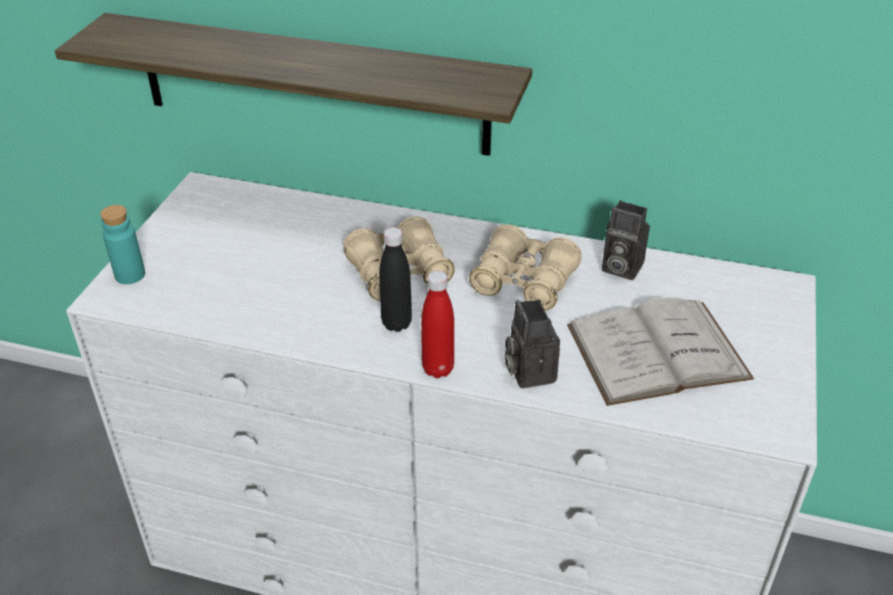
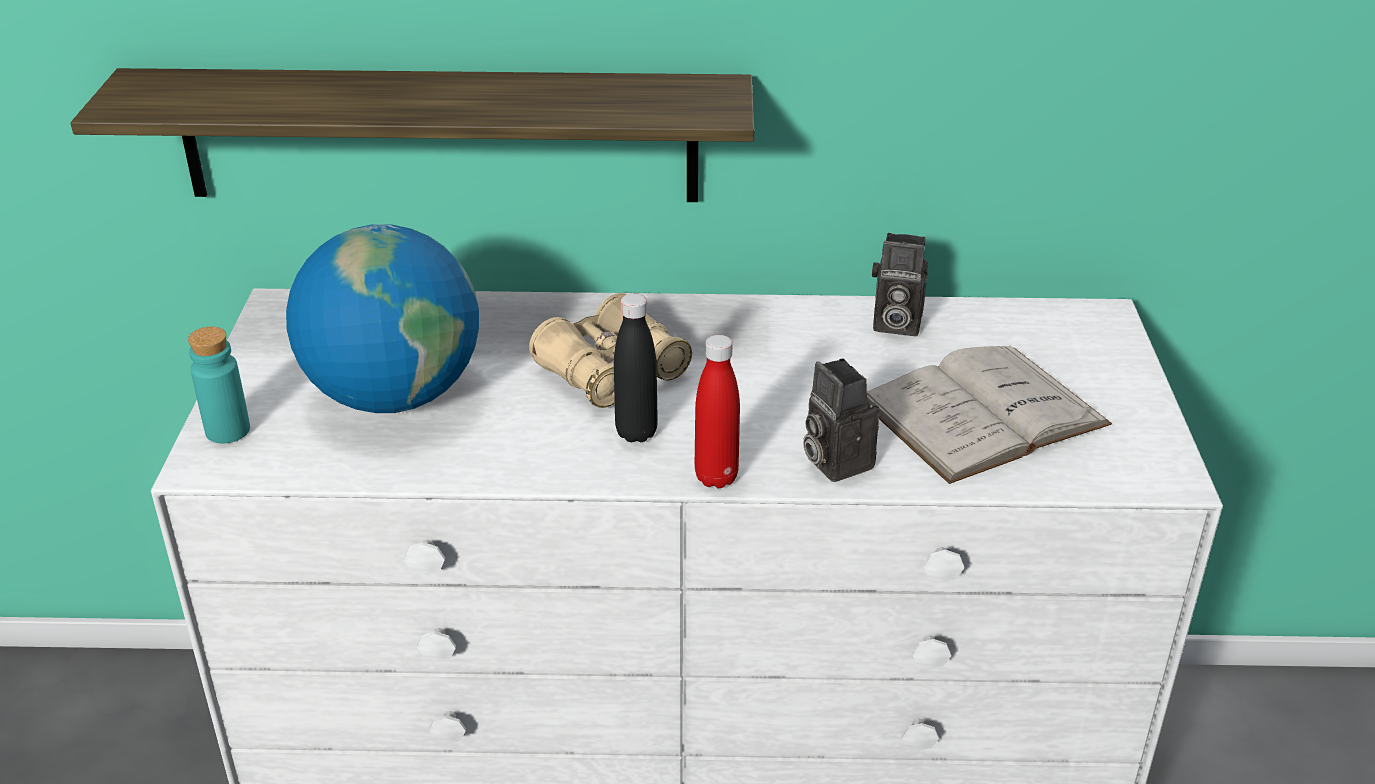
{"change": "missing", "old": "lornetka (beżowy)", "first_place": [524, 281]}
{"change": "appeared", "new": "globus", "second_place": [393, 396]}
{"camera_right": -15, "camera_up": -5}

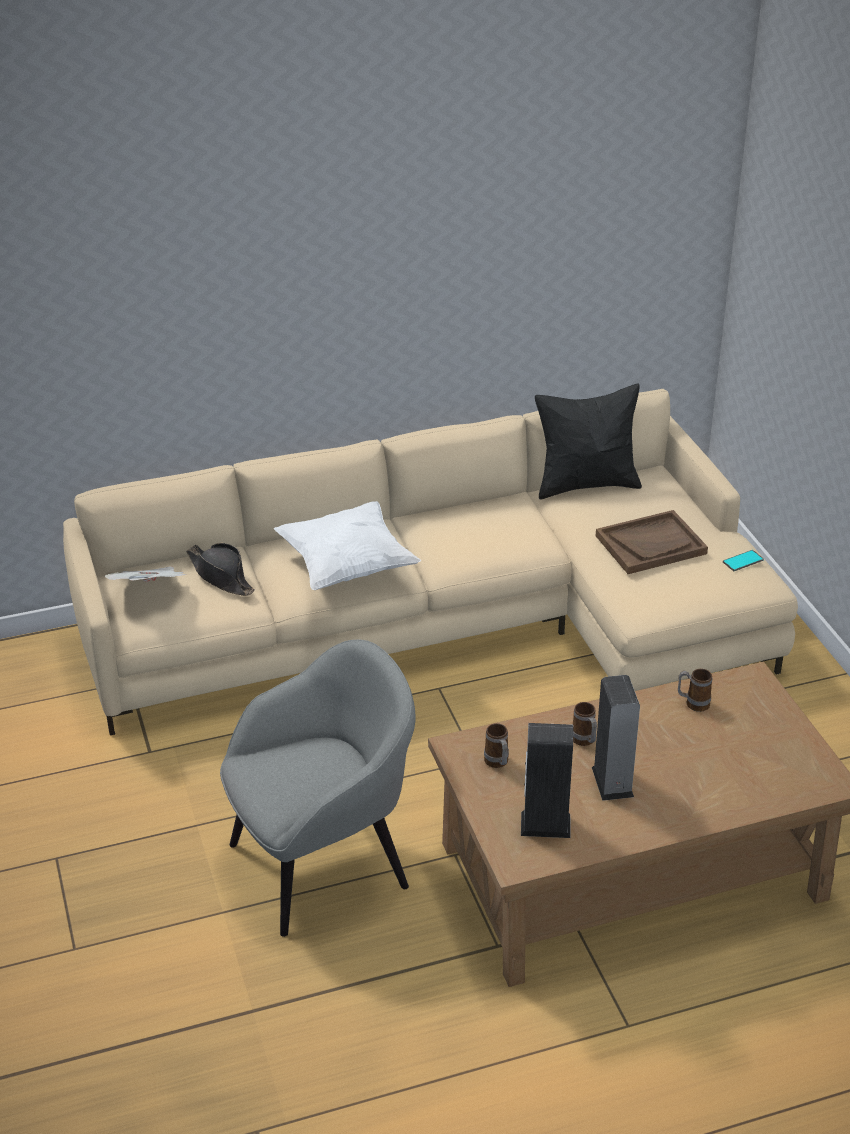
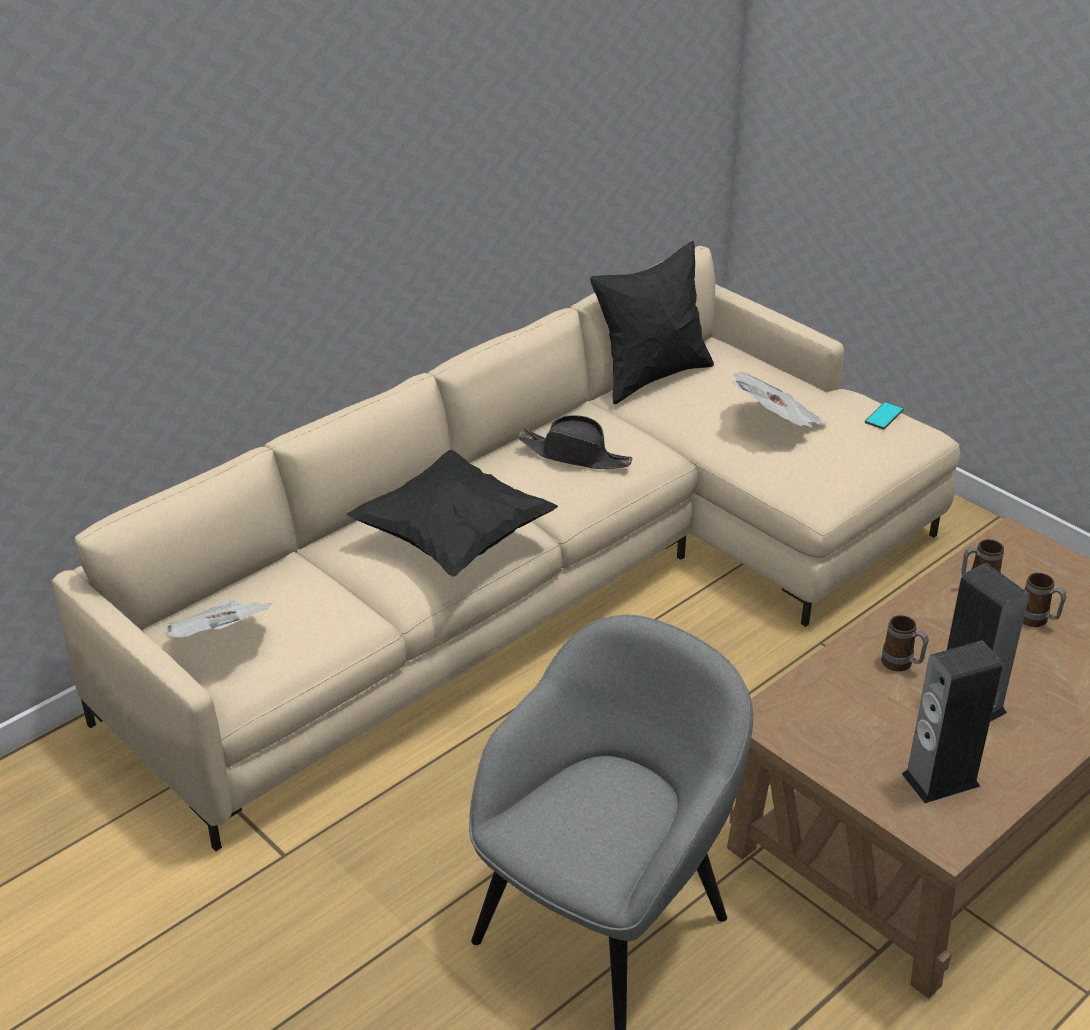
{"change": "relocated", "old": "kapelusz (czarny)", "first_place": [221, 576], "second_place": [575, 455]}
{"change": "colour", "old": "poduszka (biały)", "new": "poduszka (czarny)", "first_place": [347, 566], "second_place": [453, 539]}
{"change": "relocated", "old": "kubek", "first_place": [497, 764], "second_place": [1037, 621]}
{"change": "exchanged", "old": "taca (brązowy)", "new": "gazeta", "first_place": [651, 544], "second_place": [777, 423]}
{"camera_right": -25, "camera_up": 0}

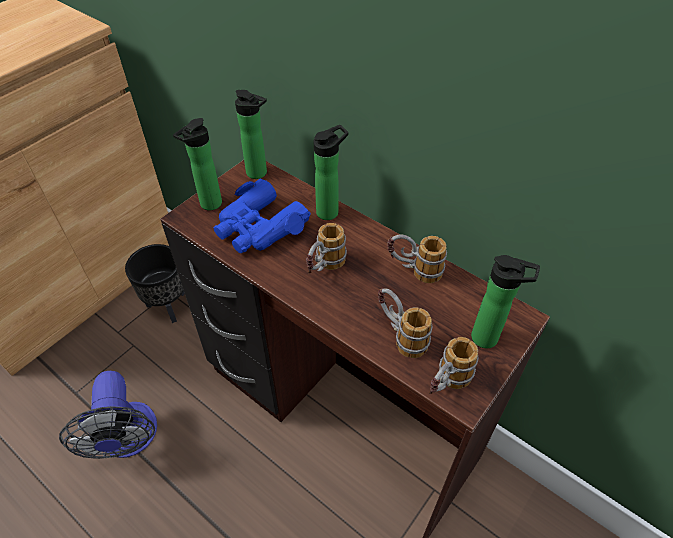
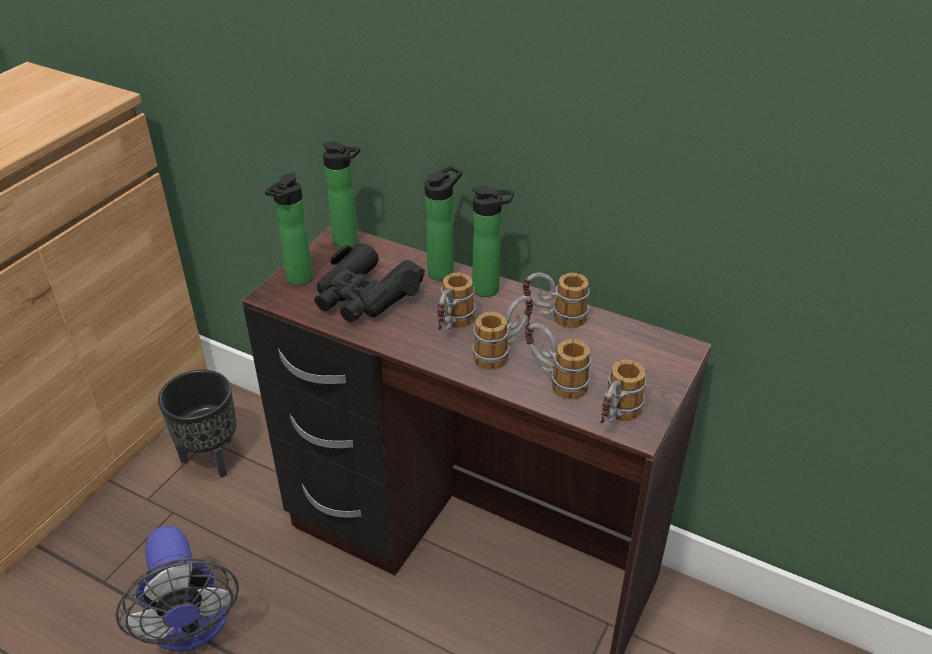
{"change": "colour", "old": "lornetka (niebieski)", "new": "lornetka (czarny)", "first_place": [259, 227], "second_place": [365, 296]}
{"change": "relocated", "old": "butelka", "first_place": [489, 339], "second_place": [490, 290]}
{"change": "appeared", "new": "kubek", "second_place": [503, 352]}
{"camera_right": -10, "camera_up": -10}

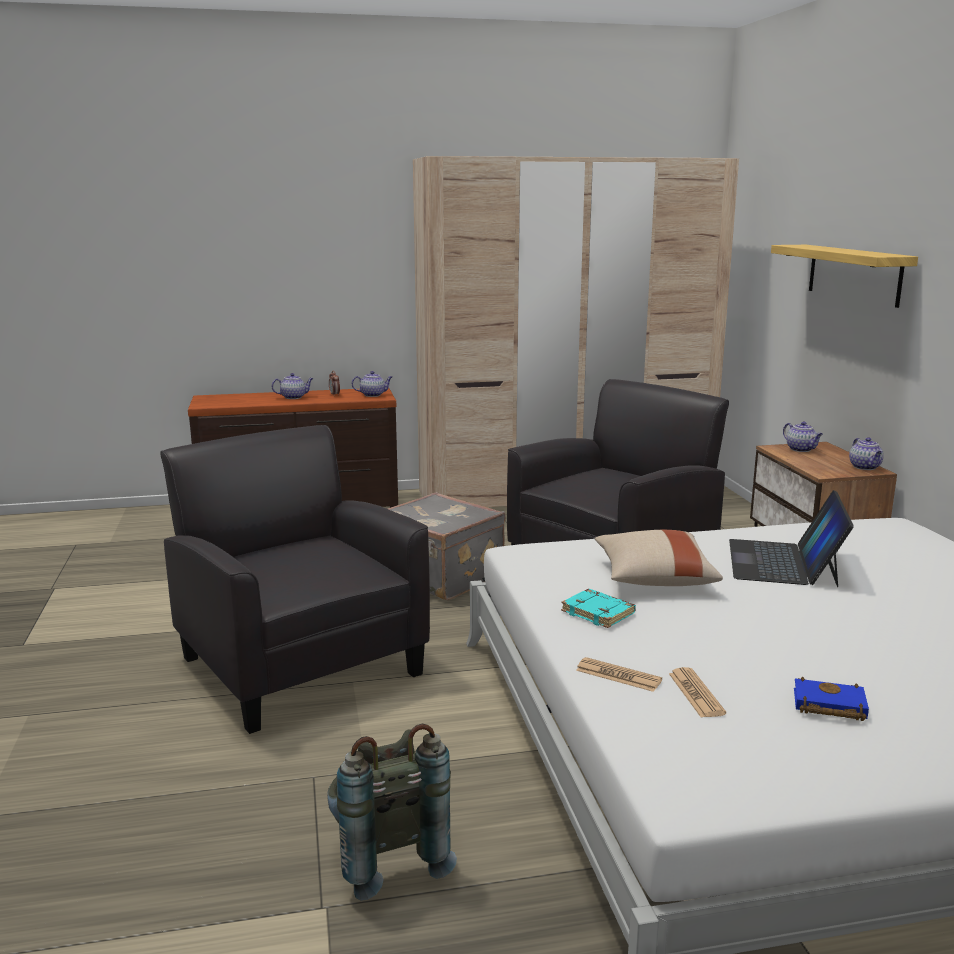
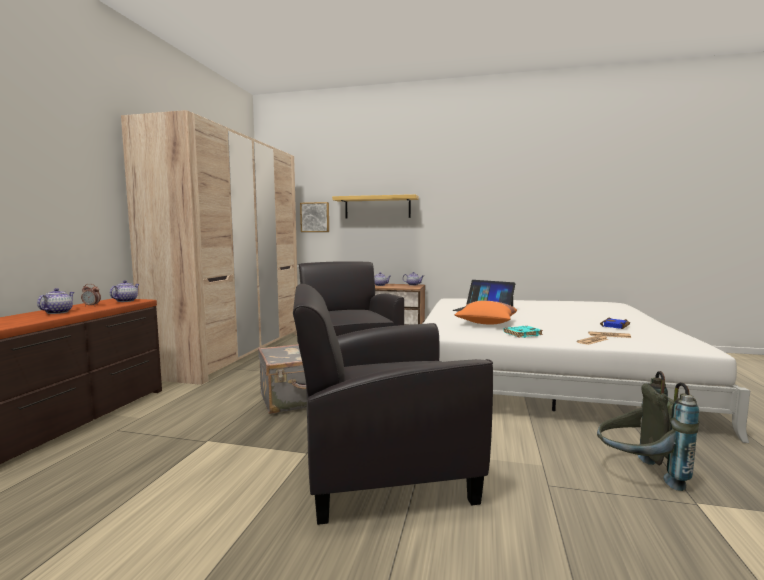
{"change": "colour", "old": "poduszka (beżowy)", "new": "poduszka (pomarańczowy)", "first_place": [654, 578], "second_place": [486, 323]}
{"change": "appeared", "new": "obraz", "second_place": [315, 217]}
{"camera_right": -65, "camera_up": -10}

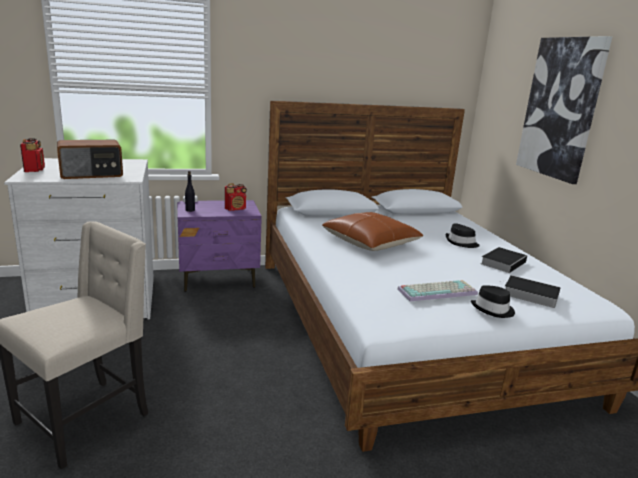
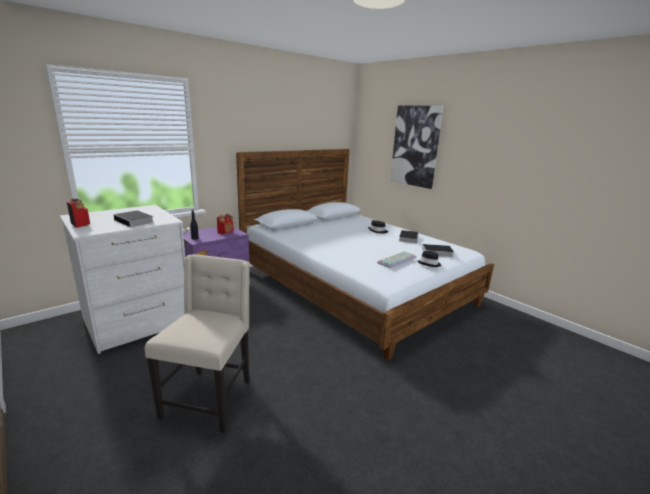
{"change": "exchanged", "old": "radio", "new": "książka", "first_place": [92, 174], "second_place": [135, 221]}
{"change": "missing", "old": "poduszka (brązowy)", "first_place": [370, 242]}
{"camera_right": -25, "camera_up": 0}

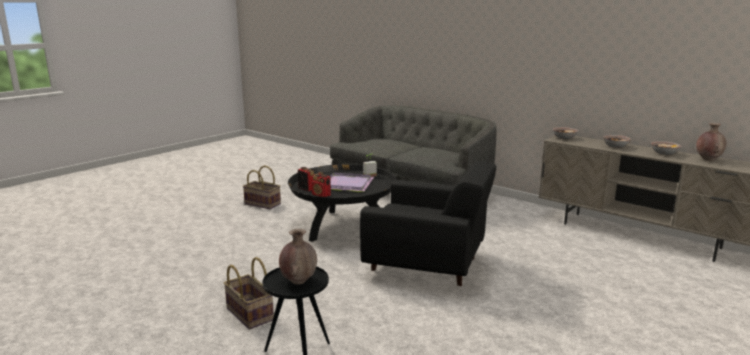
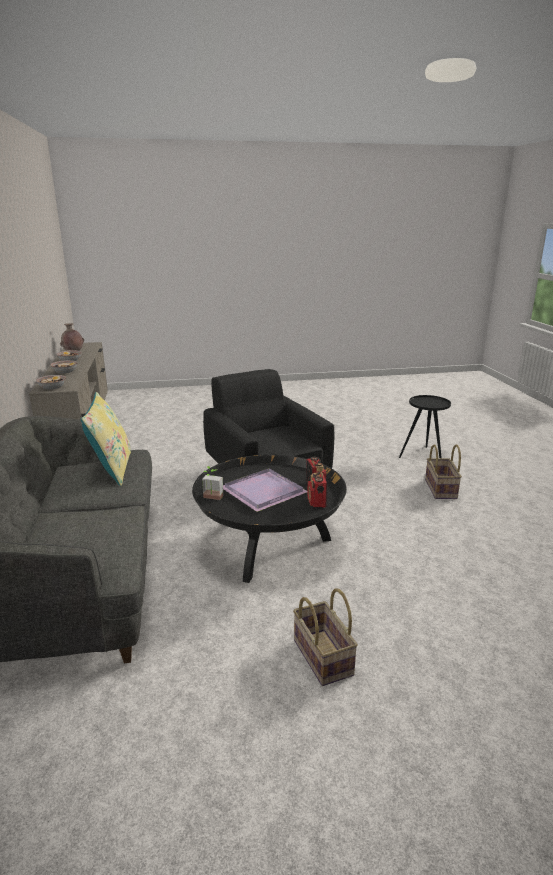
{"change": "missing", "old": "wazon (brązowy)", "first_place": [298, 281]}
{"change": "appeared", "new": "poduszka (żółty)", "second_place": [112, 469]}
{"camera_right": -140, "camera_up": 5}

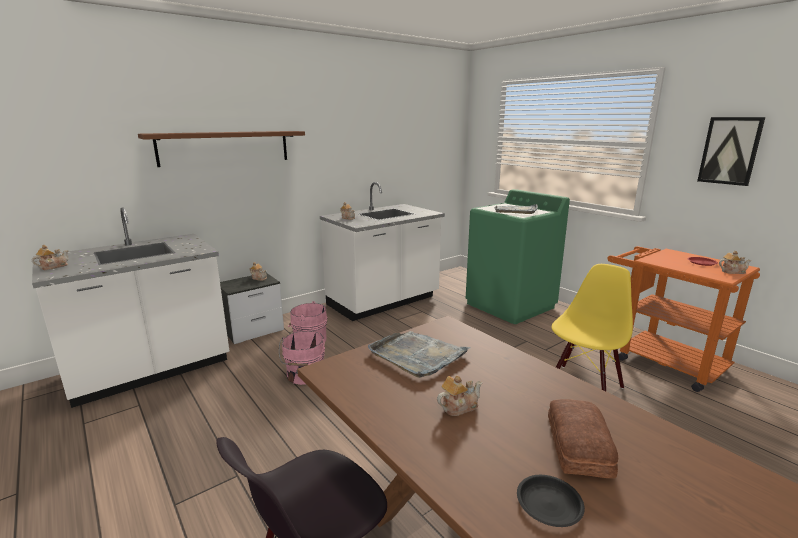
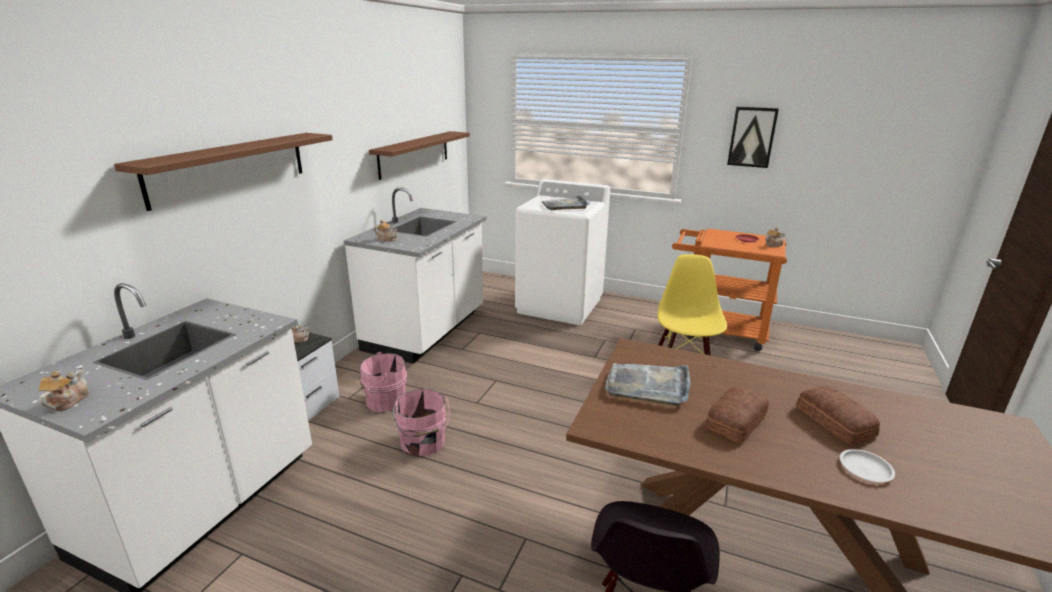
{"change": "exchanged", "old": "imbryk", "new": "chleb", "first_place": [458, 407], "second_place": [734, 421]}
{"change": "colour", "old": "pralka (zielony)", "new": "pralka (biały)", "first_place": [510, 305], "second_place": [560, 305]}
{"change": "colour", "old": "talerz (czarny)", "new": "talerz (biały)", "first_place": [549, 504], "second_place": [866, 468]}
{"change": "appeared", "new": "półka (brązowy)", "second_place": [414, 154]}
{"camera_right": -30, "camera_up": 5}

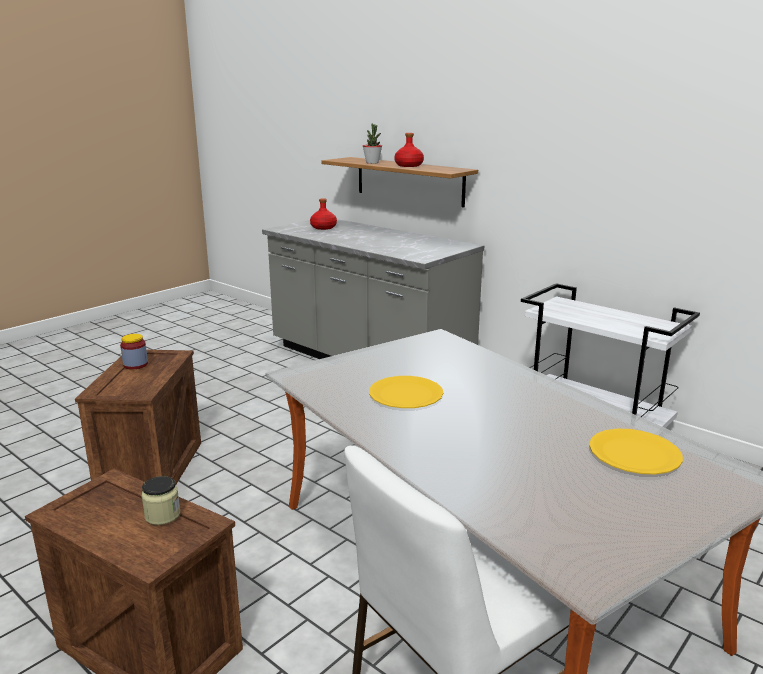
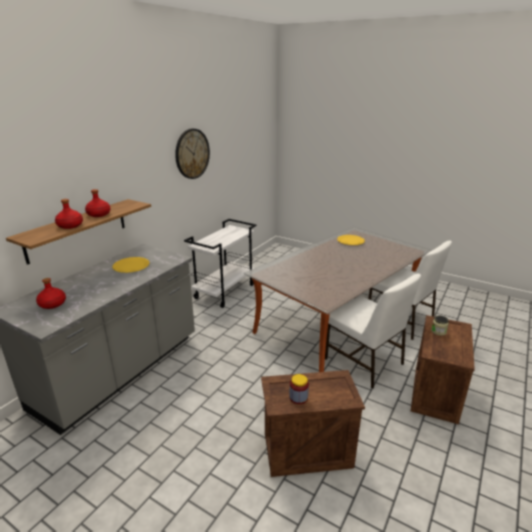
{"change": "exchanged", "old": "roślina doniczkowa", "new": "butelka (czerwony)", "first_place": [372, 163], "second_place": [70, 226]}
{"change": "relocated", "old": "talerz (żółty)", "first_place": [405, 394], "second_place": [131, 266]}
{"change": "appeared", "new": "zegar ścienny", "second_place": [192, 154]}
{"change": "appeared", "new": "krzesło (biały)", "second_place": [364, 362]}
{"camera_right": -100, "camera_up": 5}

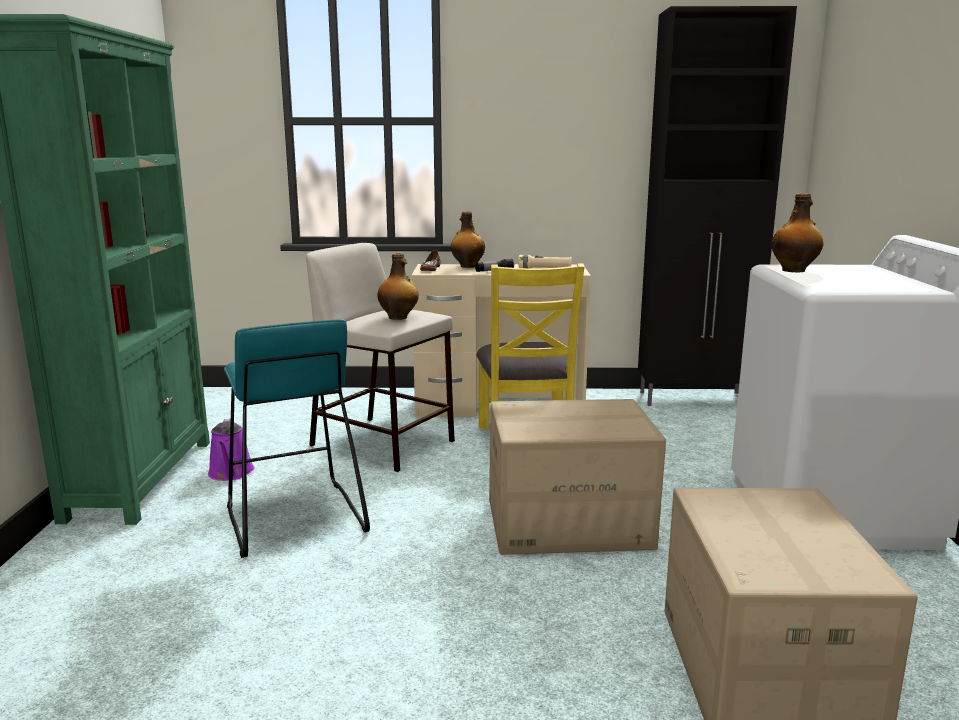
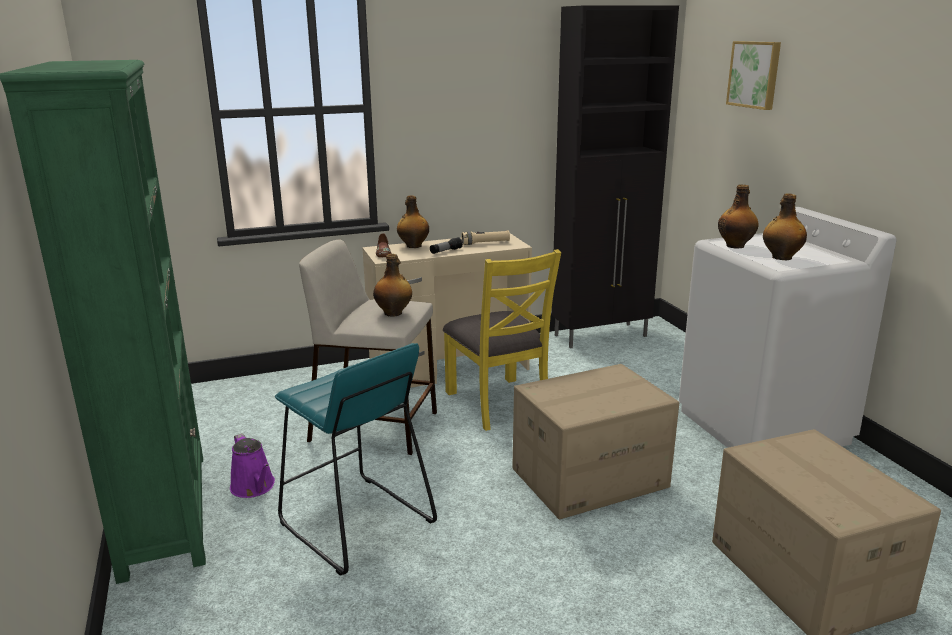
{"change": "appeared", "new": "obraz", "second_place": [755, 74]}
{"change": "appeared", "new": "butelka", "second_place": [781, 257]}
{"camera_right": -20, "camera_up": 5}

